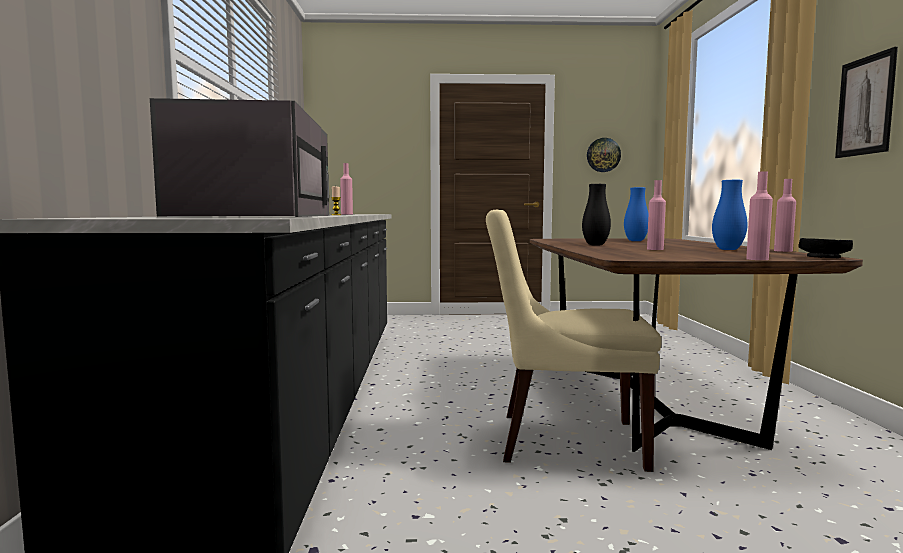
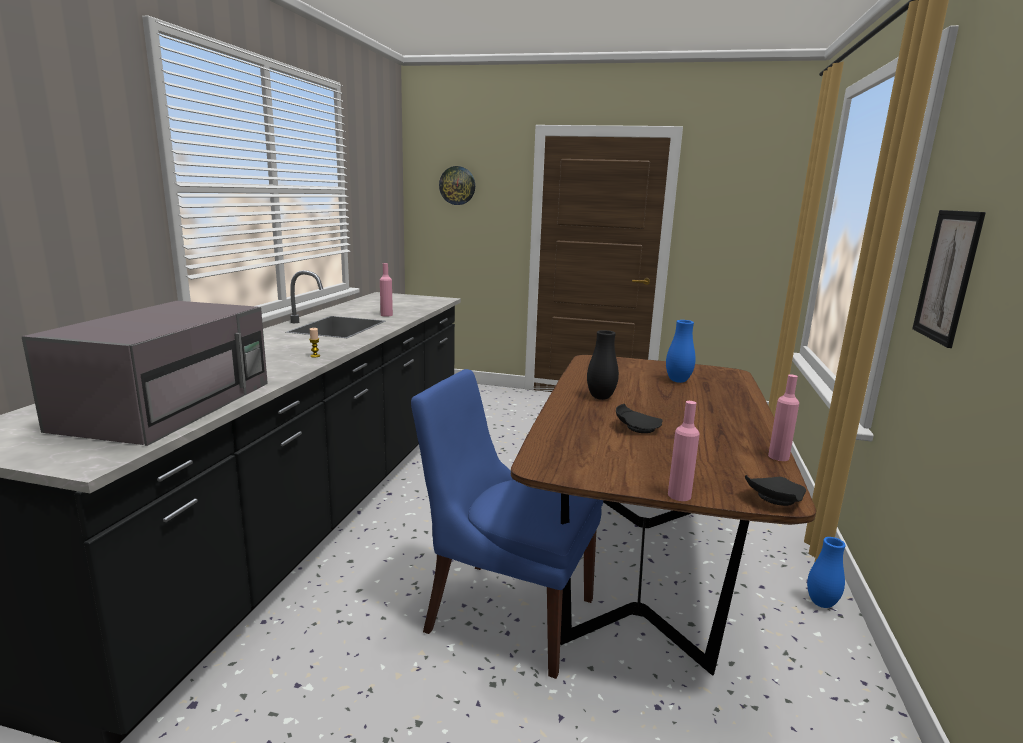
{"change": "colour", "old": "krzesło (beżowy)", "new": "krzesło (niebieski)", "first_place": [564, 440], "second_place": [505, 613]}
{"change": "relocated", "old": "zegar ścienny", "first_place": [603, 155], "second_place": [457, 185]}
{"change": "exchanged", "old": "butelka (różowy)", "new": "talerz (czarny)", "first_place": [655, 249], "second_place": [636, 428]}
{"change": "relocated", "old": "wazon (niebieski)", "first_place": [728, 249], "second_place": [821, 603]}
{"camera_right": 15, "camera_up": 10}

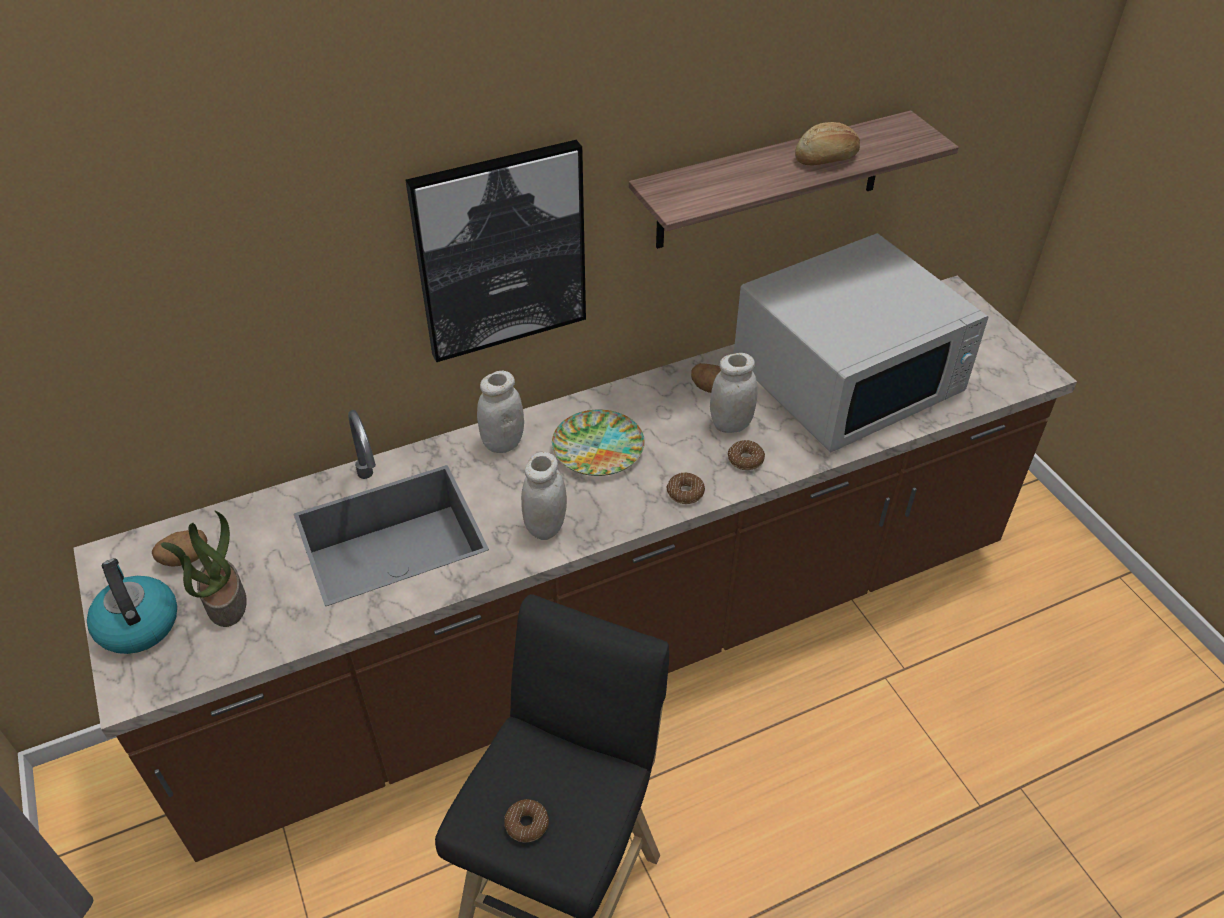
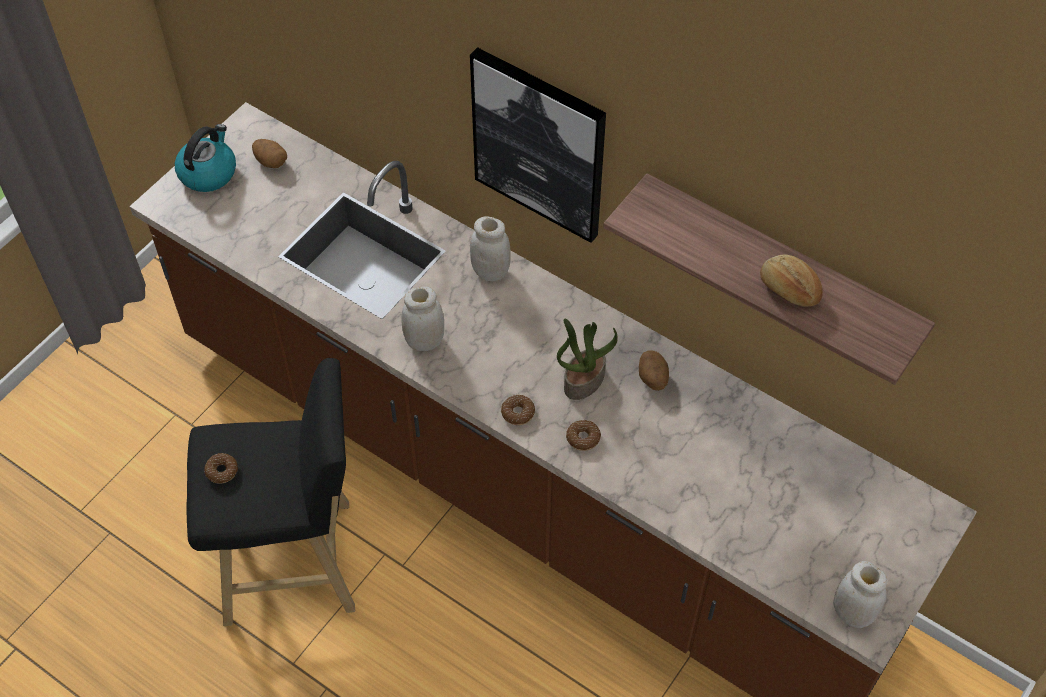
{"change": "relocated", "old": "roślina doniczkowa", "first_place": [224, 601], "second_place": [584, 380]}
{"change": "missing", "old": "talerz", "first_place": [597, 447]}
{"change": "relocated", "old": "słoik (biały)", "first_place": [731, 424], "second_place": [852, 613]}
{"change": "missing", "old": "mikrofalówka (biały)", "first_place": [849, 377]}
{"camera_right": 60, "camera_up": 10}

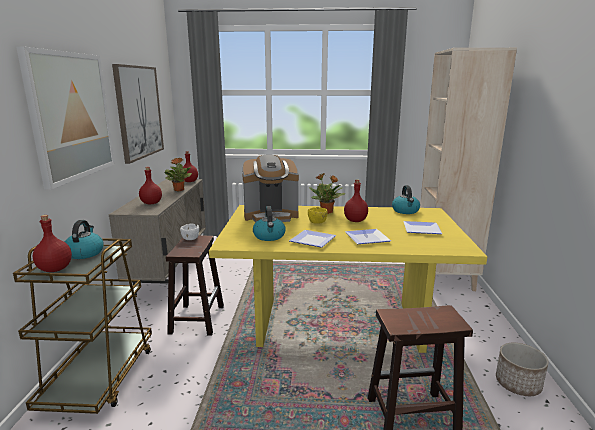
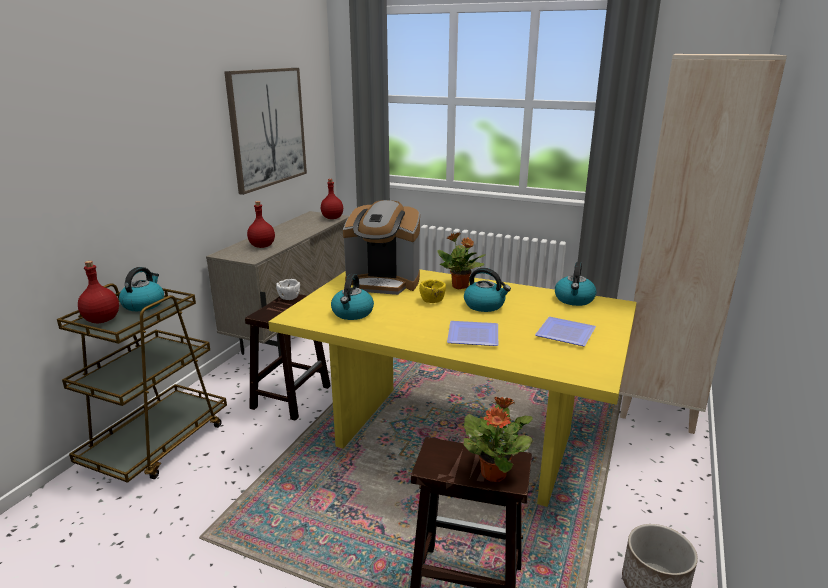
{"change": "missing", "old": "obraz", "first_place": [71, 116]}
{"change": "relocated", "old": "roślina doniczkowa", "first_place": [179, 190], "second_place": [494, 473]}
{"change": "missing", "old": "talerz", "first_place": [312, 240]}
{"change": "exchanged", "old": "butelka (czerwony)", "new": "czajnik", "first_place": [355, 220], "second_place": [485, 305]}
{"camera_right": 20, "camera_up": 5}

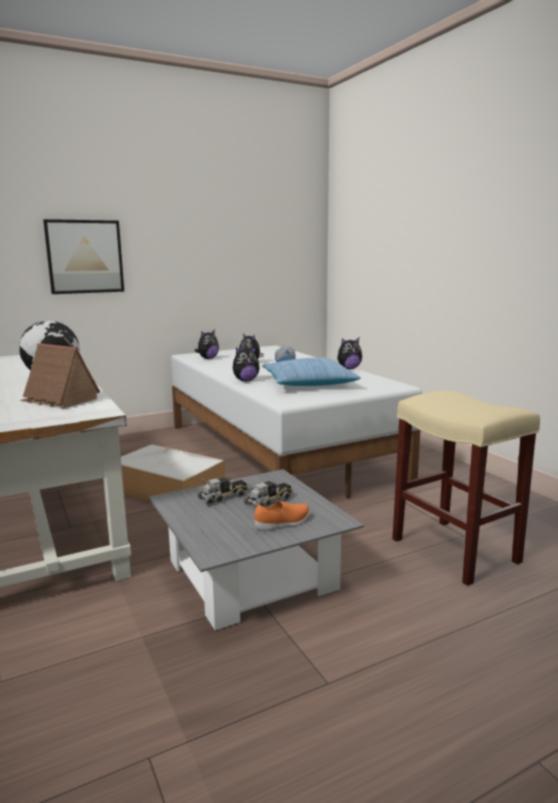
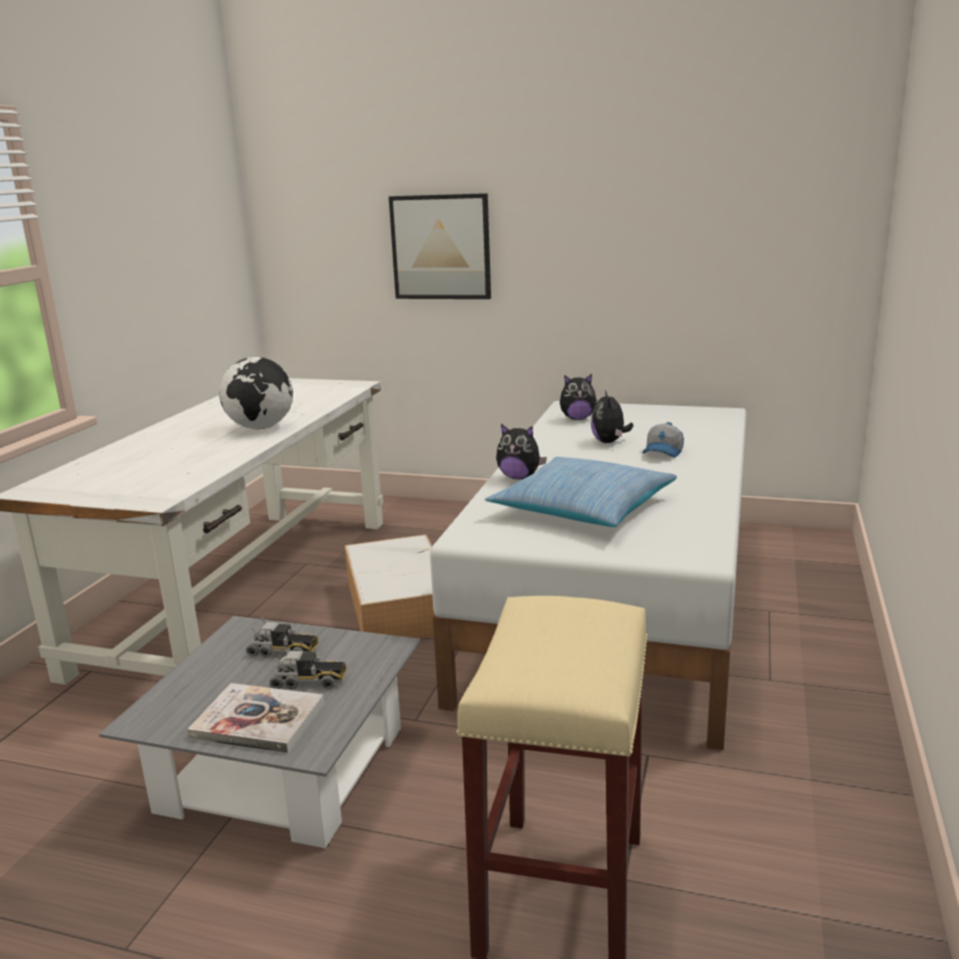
{"change": "missing", "old": "domek", "first_place": [59, 400]}
{"change": "exchanged", "old": "but (pomarańczowy)", "new": "książka", "first_place": [283, 524], "second_place": [258, 721]}
{"change": "missing", "old": "pluszak", "first_place": [349, 368]}
{"camera_right": 45, "camera_up": 5}

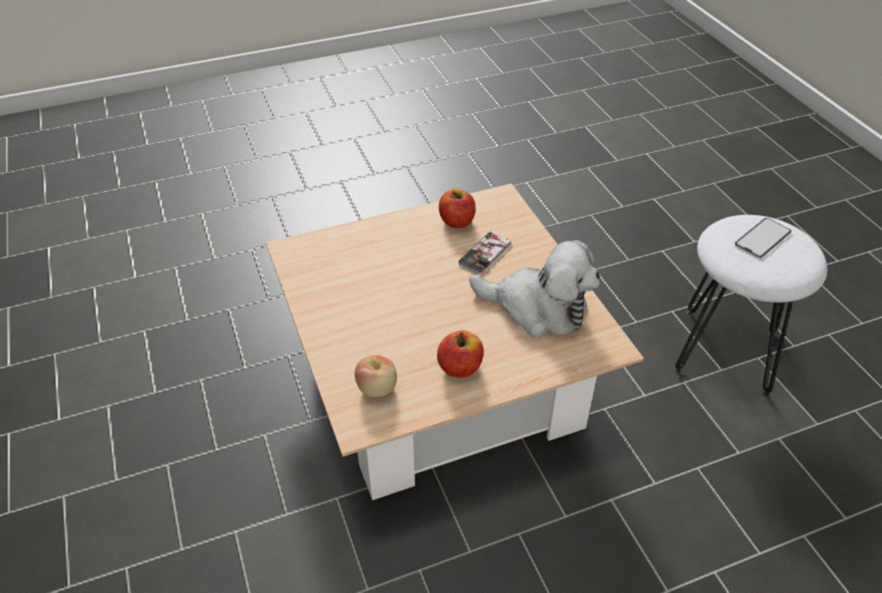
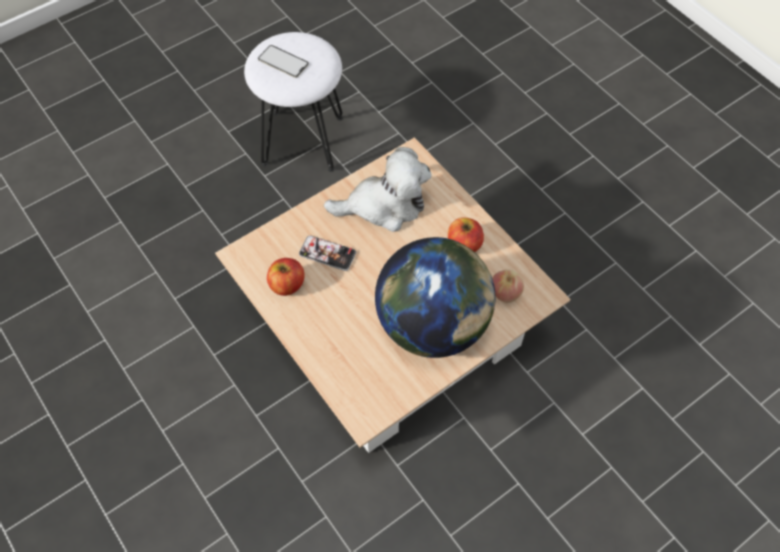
{"change": "spun", "old": "pluszak", "first_place": [537, 308], "second_place": [384, 205], "degrees": 75}
{"change": "appeared", "new": "globus", "second_place": [433, 325]}
{"camera_right": -105, "camera_up": 15}

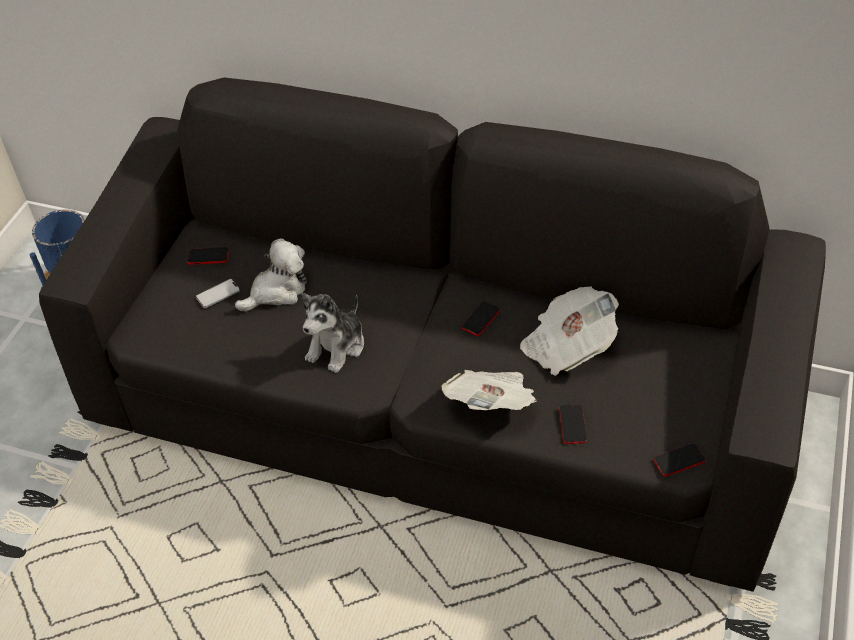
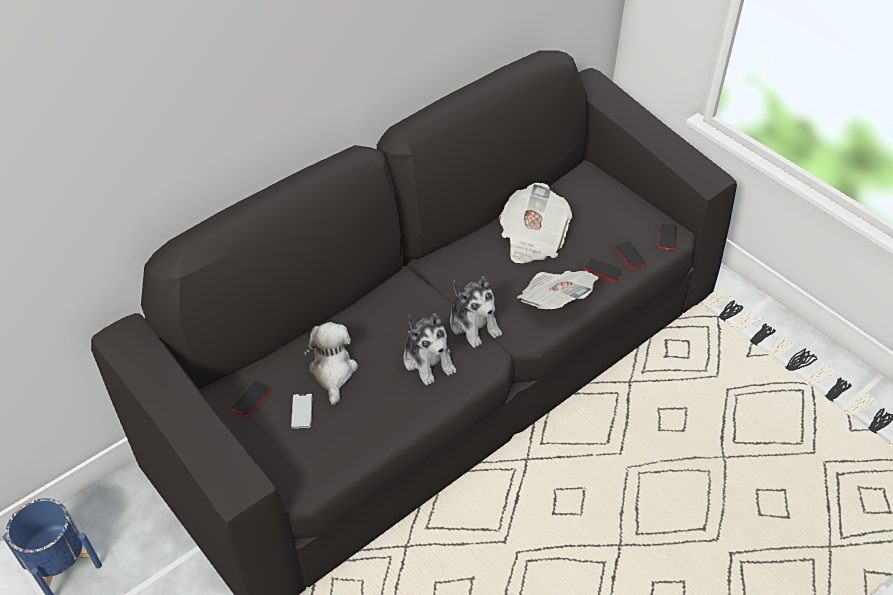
{"change": "relocated", "old": "telefon", "first_place": [481, 319], "second_place": [630, 255]}
{"change": "appeared", "new": "pluszak", "second_place": [474, 324]}
{"camera_right": -60, "camera_up": 0}

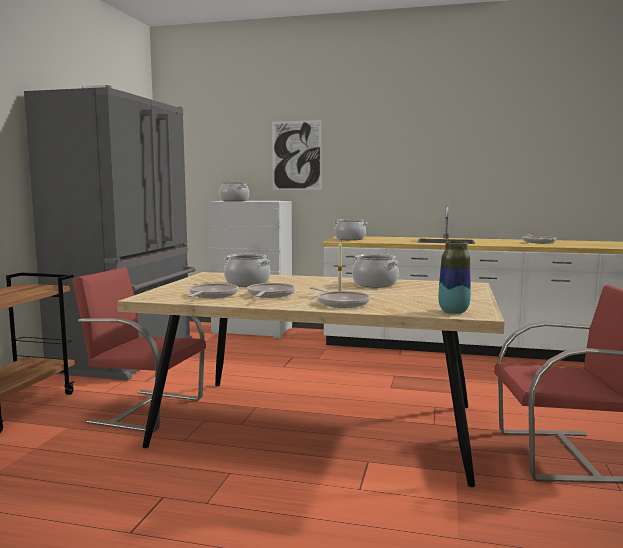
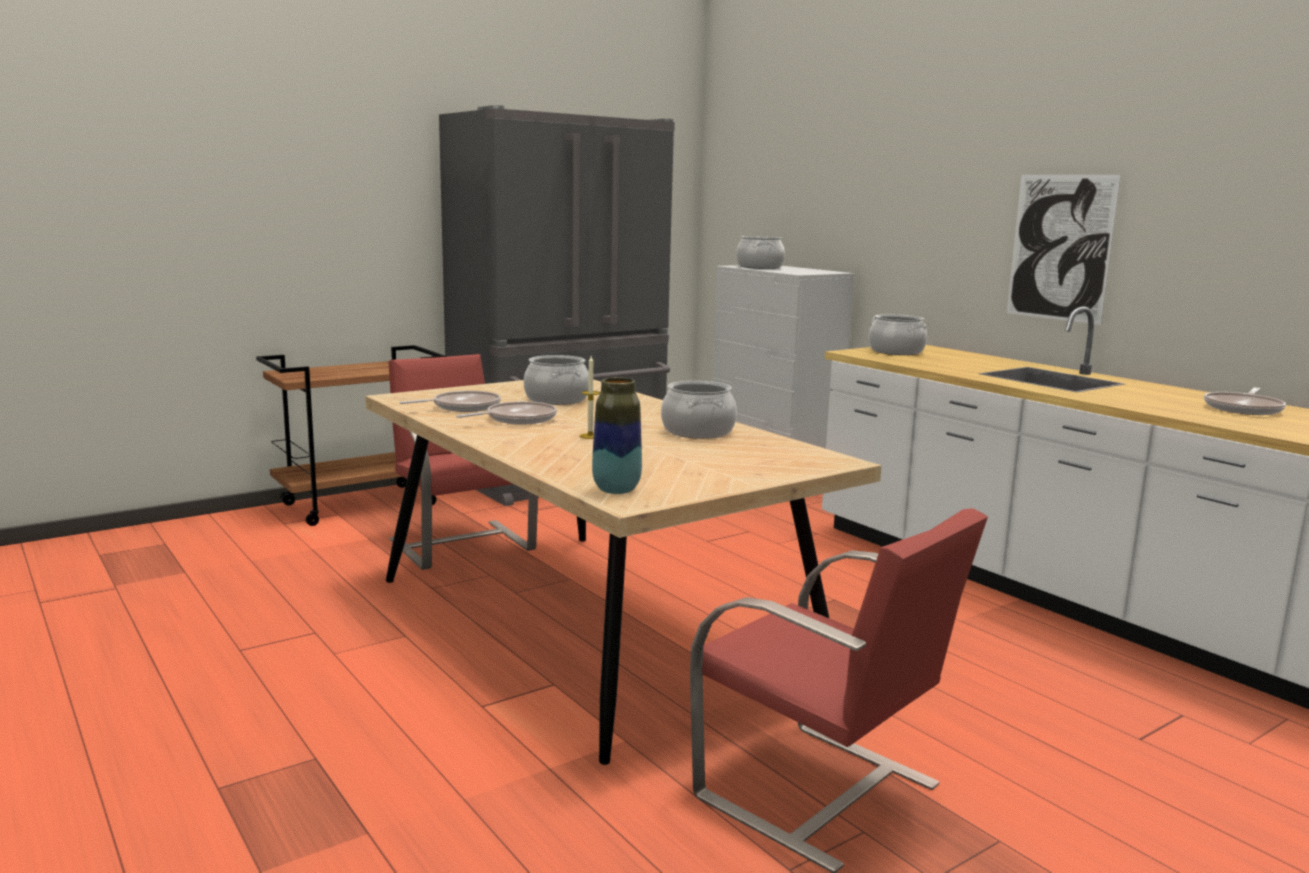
{"change": "relocated", "old": "obraz", "first_place": [296, 155], "second_place": [1060, 248]}
{"change": "missing", "old": "patelnia", "first_place": [341, 303]}
{"camera_right": 40, "camera_up": 5}

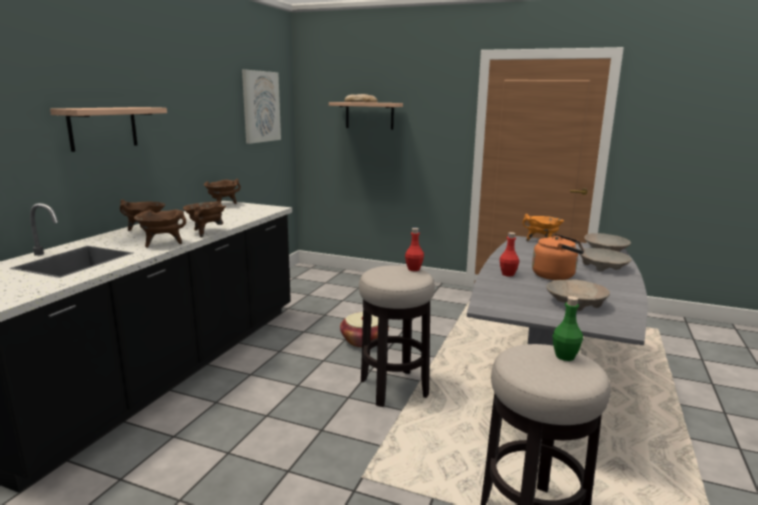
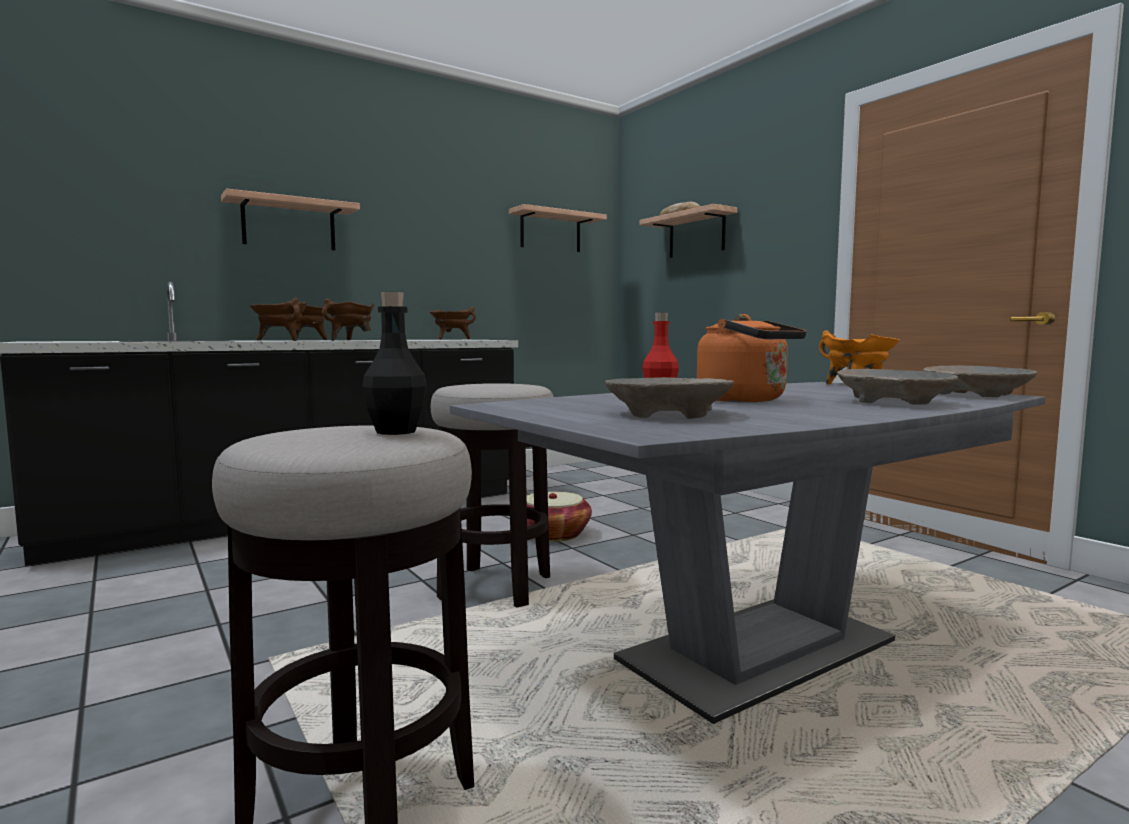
{"change": "exchanged", "old": "obraz", "new": "półka", "first_place": [261, 106], "second_place": [550, 231]}
{"change": "missing", "old": "butelka (czerwony)", "first_place": [414, 269]}
{"change": "colour", "old": "butelka (zielony)", "new": "butelka (czarny)", "first_place": [565, 356], "second_place": [396, 431]}
{"camera_right": 35, "camera_up": -10}

